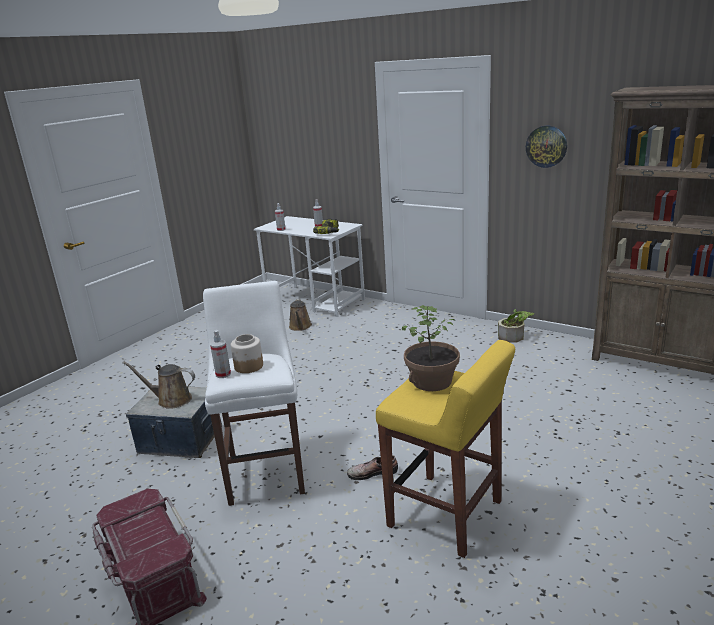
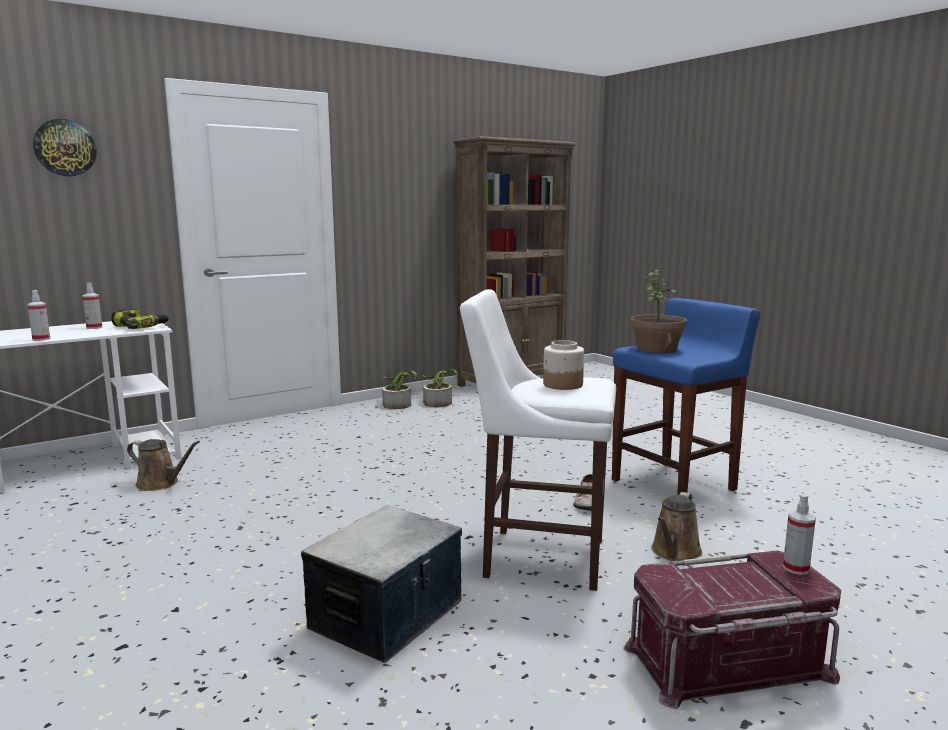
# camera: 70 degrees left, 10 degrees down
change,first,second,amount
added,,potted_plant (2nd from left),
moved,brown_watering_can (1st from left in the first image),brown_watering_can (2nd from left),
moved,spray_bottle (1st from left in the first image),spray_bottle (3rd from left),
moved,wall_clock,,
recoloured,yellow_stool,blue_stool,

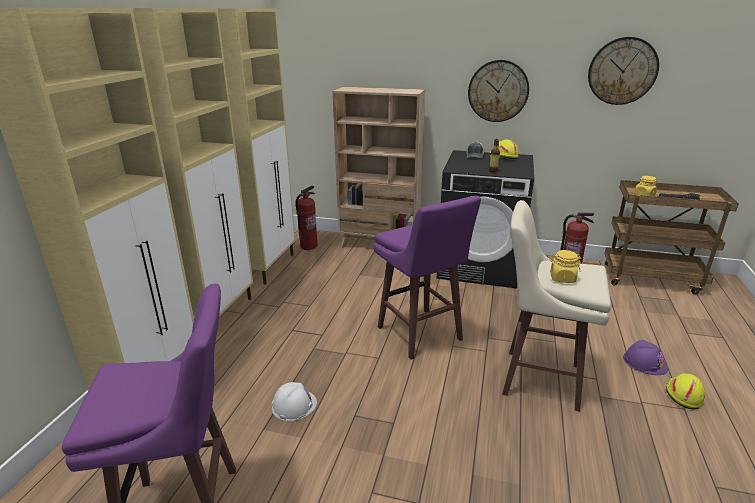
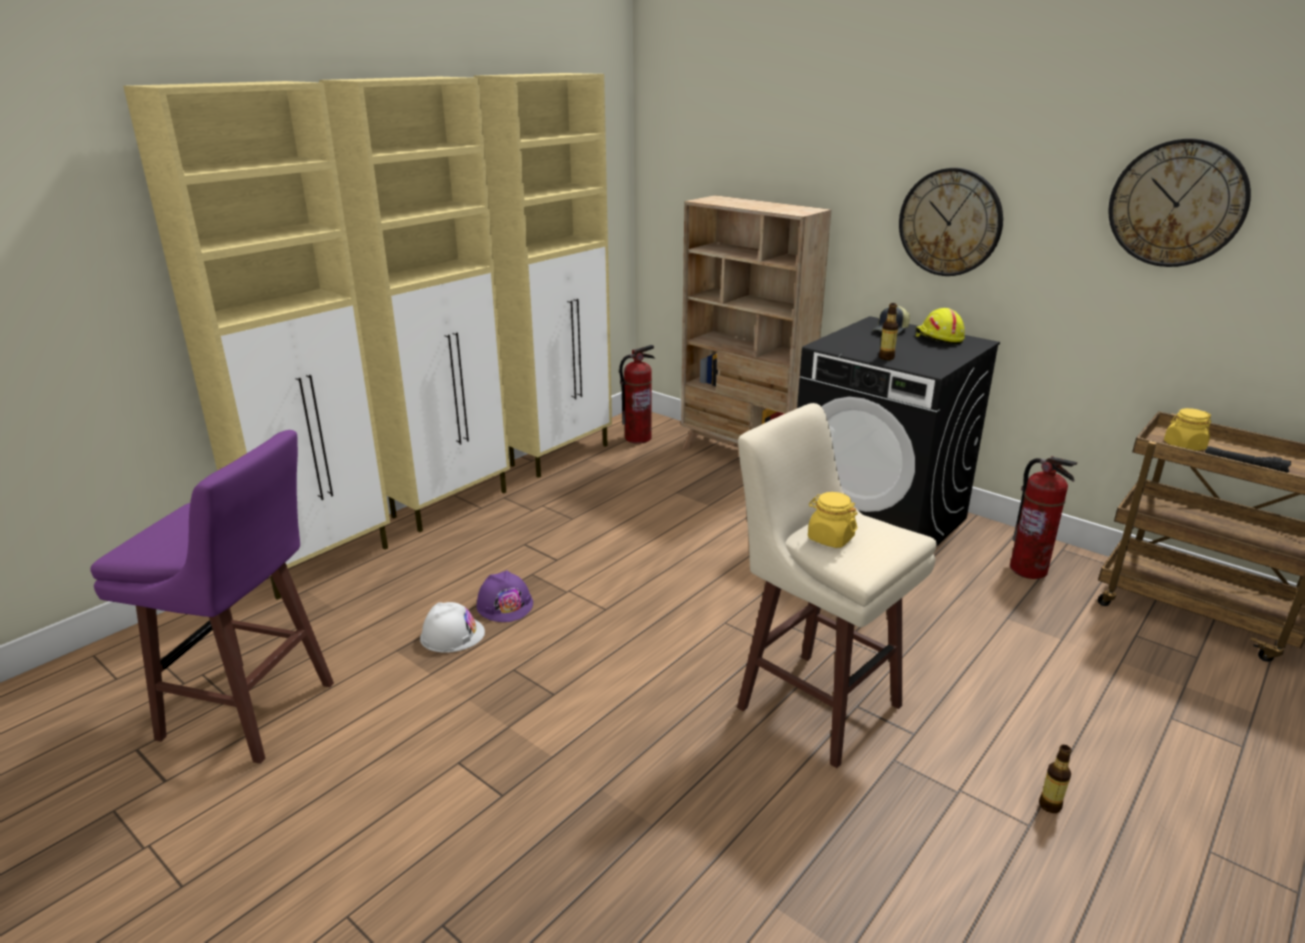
# camera: 25 degrees right, 0 degrees up
change,first,second,amount
removed,purple_stool (2nd from left),,
moved,purple_hard_hat,,
replaced,yellow_hard_hat (2nd from left),bottle (2nd from left),

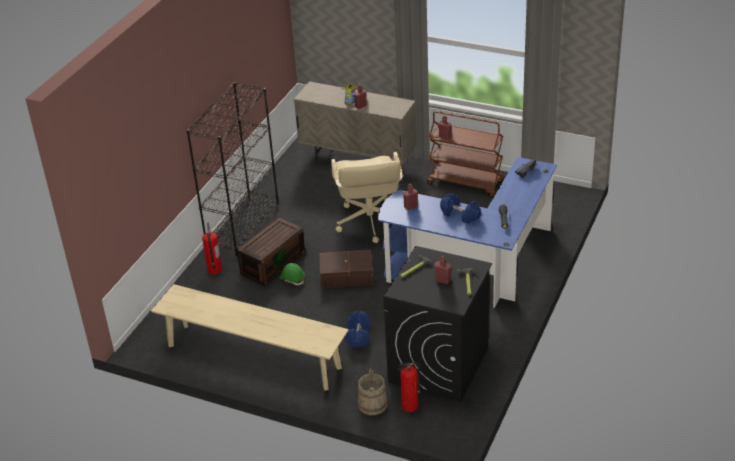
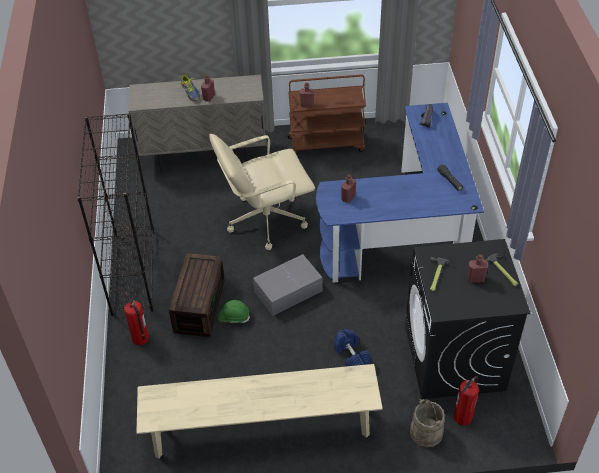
# camera: 30 degrees left, 10 degrees up
change,first,second,amount
removed,blue_dumbbell (2nd from left),,
recoloured,brown_storage_box (2nd from left),grey_storage_box,
turned,beige_office_chair,,105 degrees clockwise

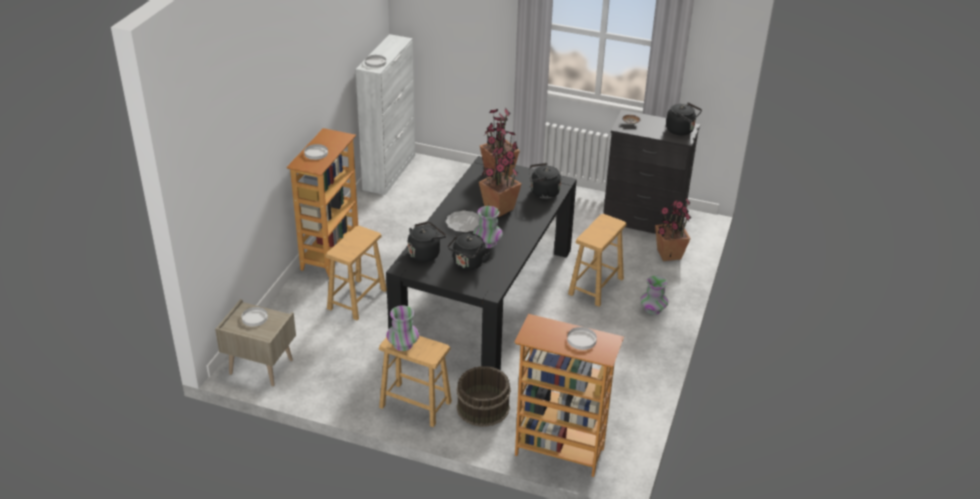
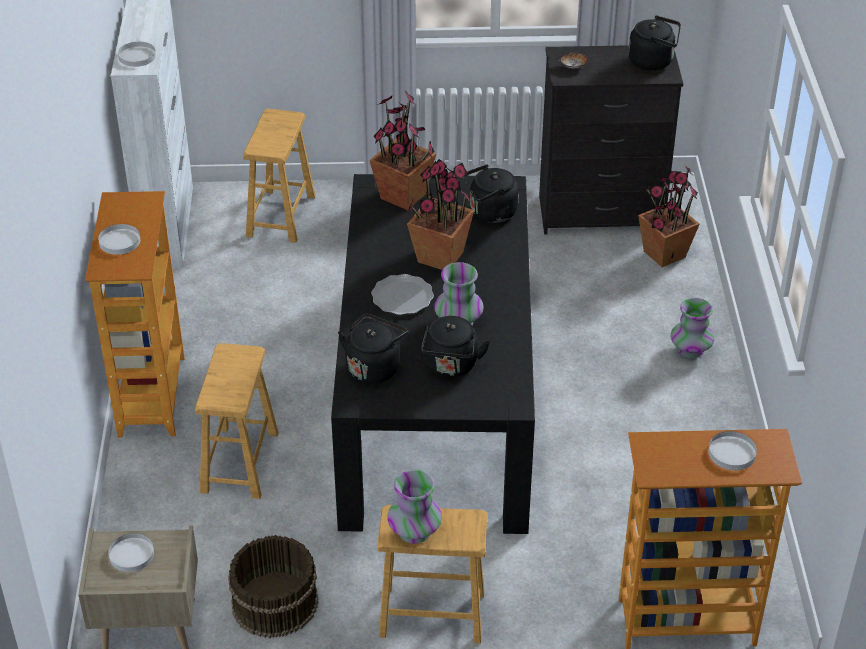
# camera: 20 degrees left, 5 degrees up
change,first,second,amount
moved,brown_bucket,,
moved,brown_stool (3rd from left in the first image),brown_stool (2nd from left),

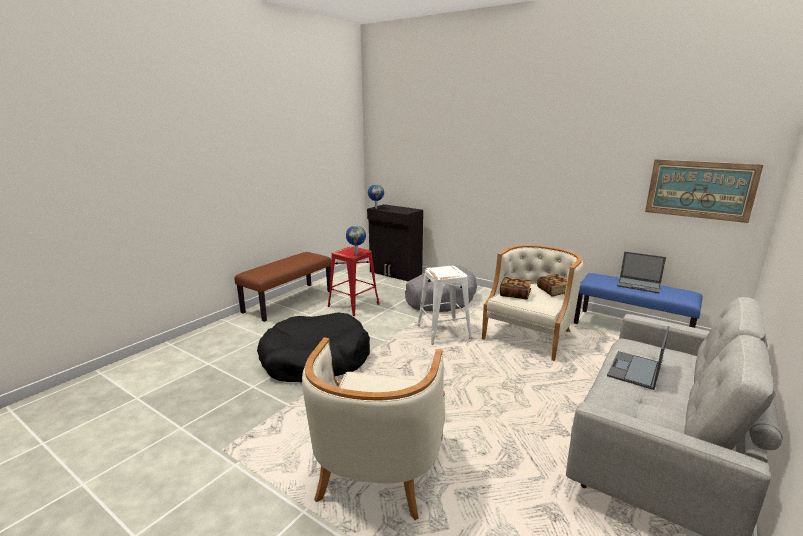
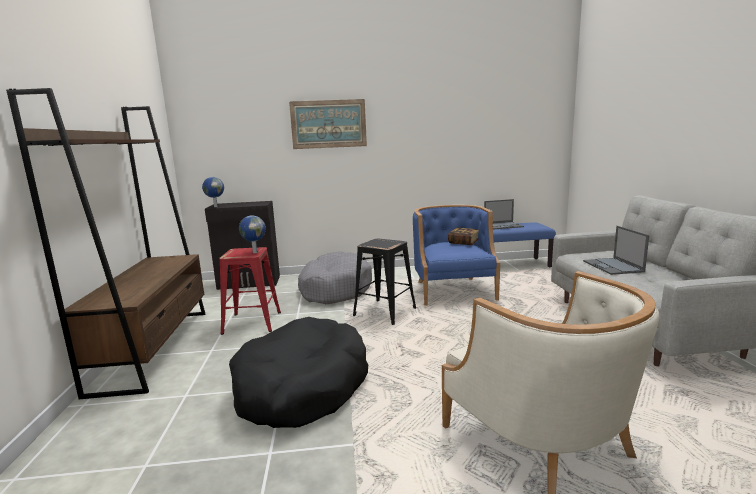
# camera: 40 degrees left, 5 degrees down
change,first,second,amount
removed,book (1st from left),,
moved,picture,,
replaced,brown_bench,brown_bookcase,
recoloured,white_stool,black_stool,
recoloured,beige_armchair (2nd from left),blue_armchair,

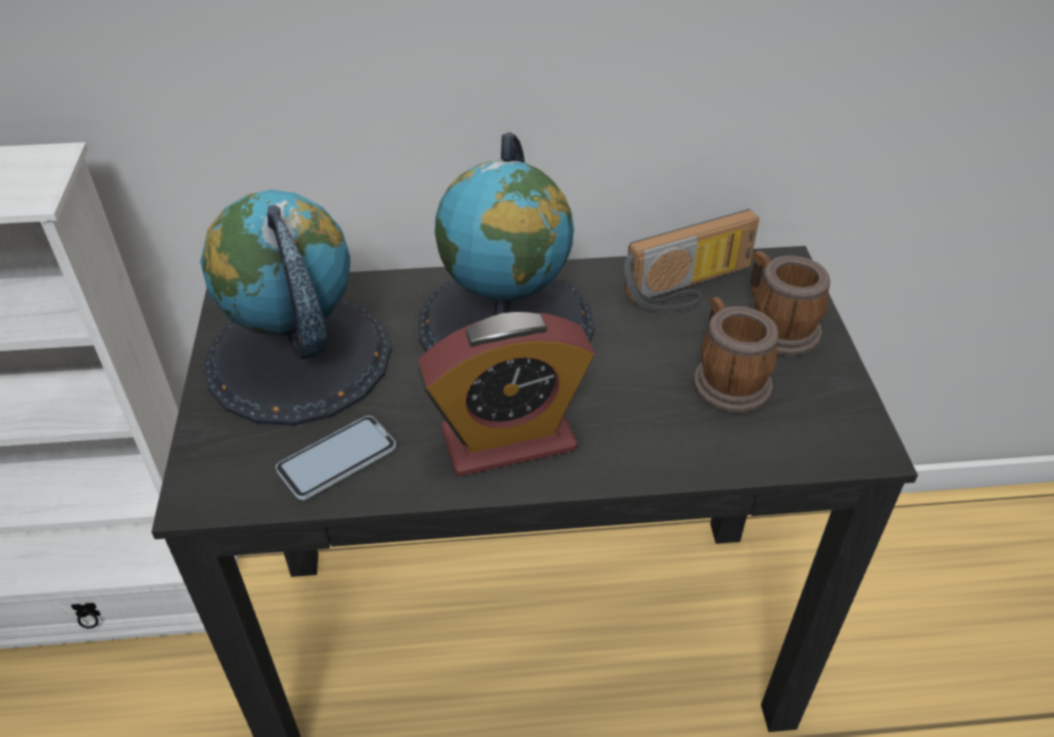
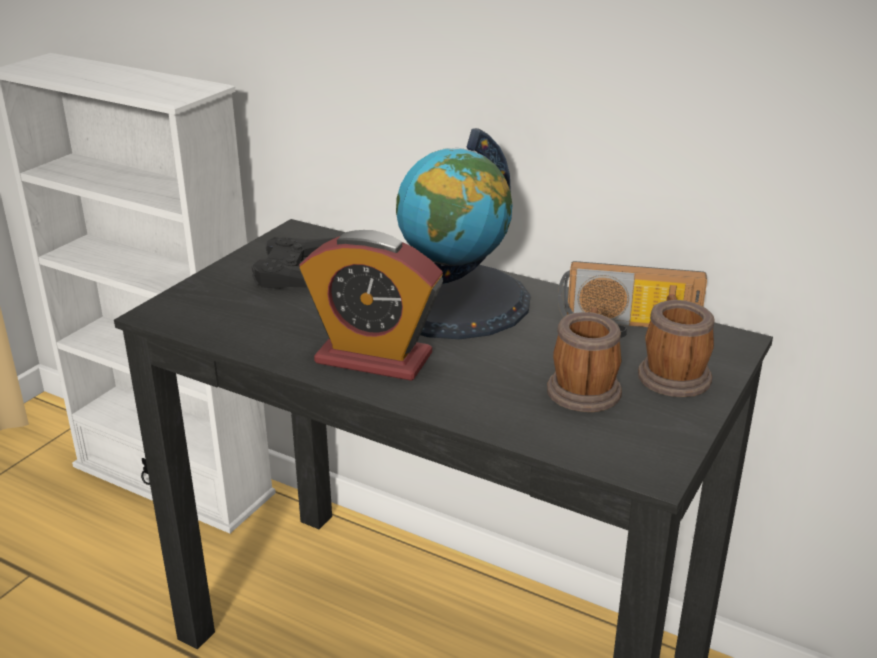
# camera: 35 degrees right, 15 degrees down
change,first,second,amount
removed,phone,,
replaced,globe (1st from left),black_game_controller,

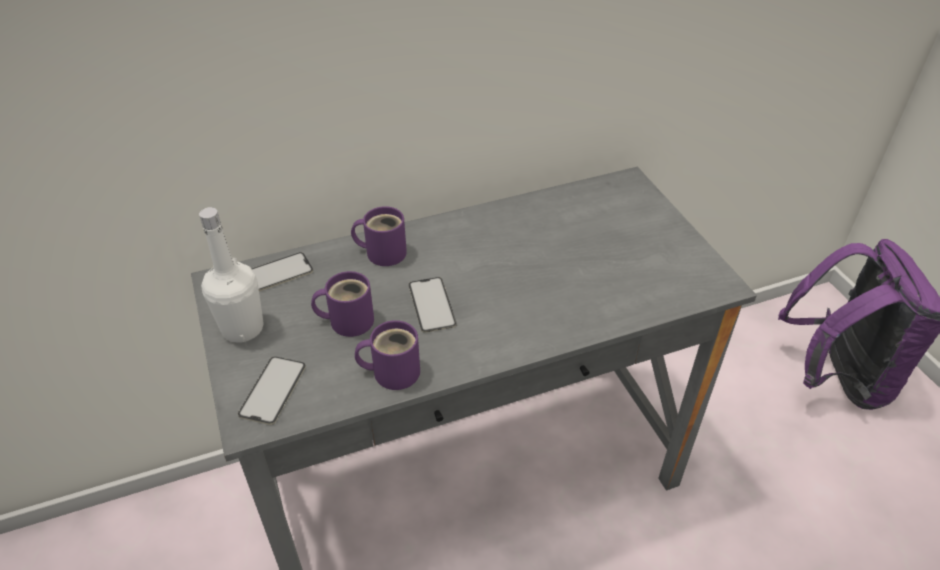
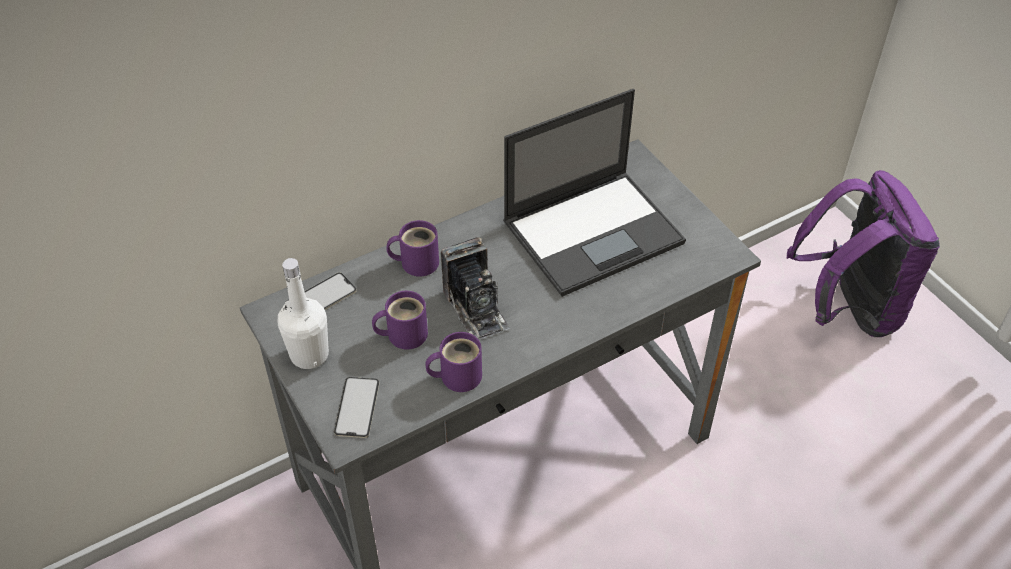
# camera: 10 degrees left, 5 degrees up
change,first,second,amount
added,,laptop,
replaced,phone (3rd from left),photo_camera,

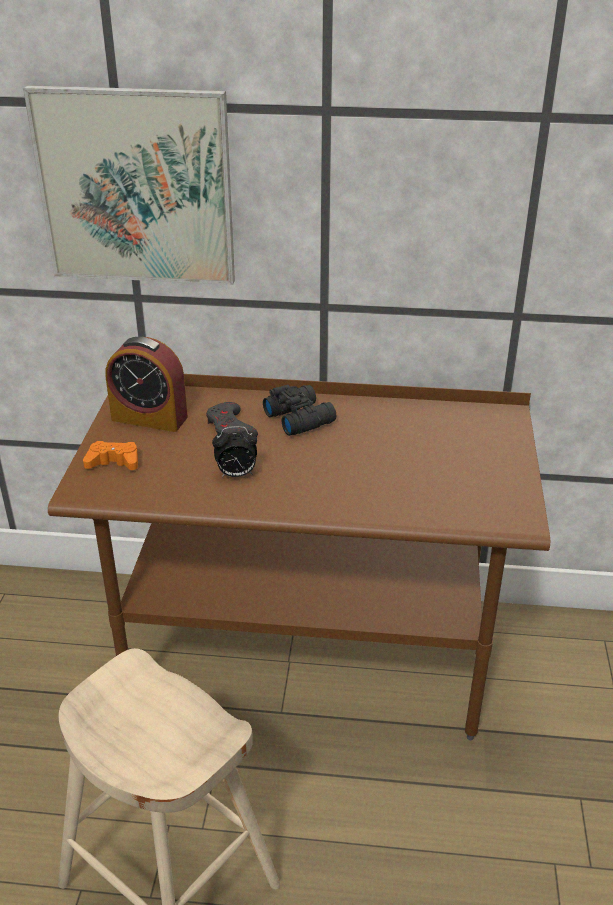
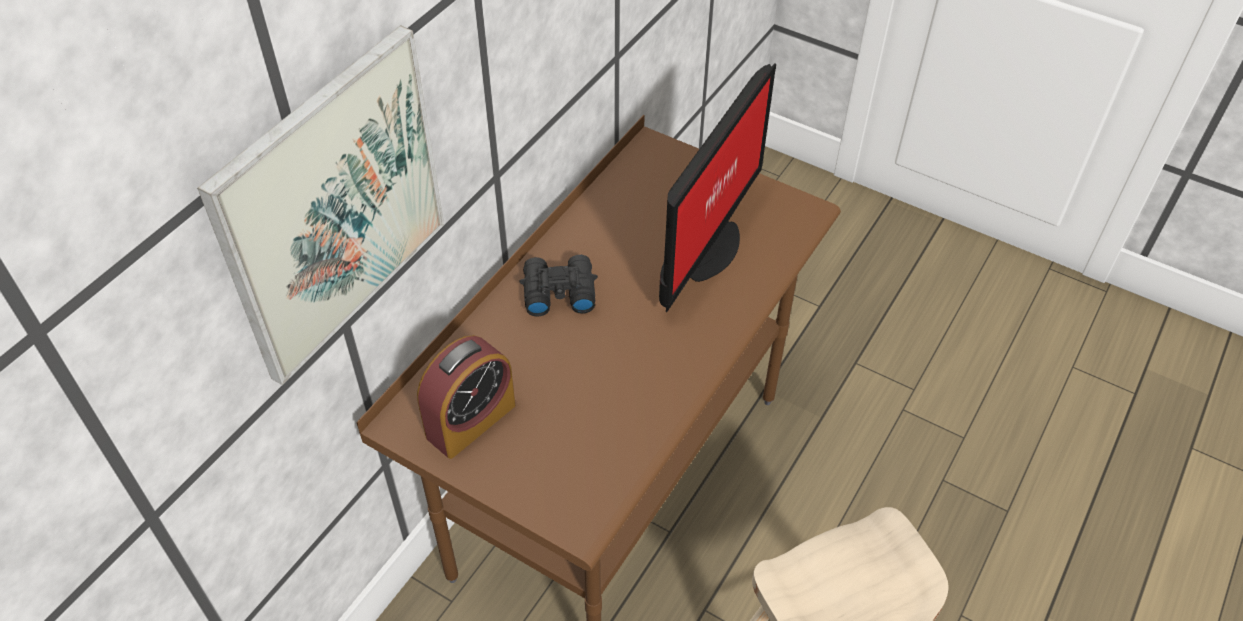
# camera: 65 degrees left, 15 degrees up
change,first,second,amount
removed,orange_game_controller,,
removed,grey_game_controller,,
removed,alarm_clock (2nd from left),,
added,,monitor,

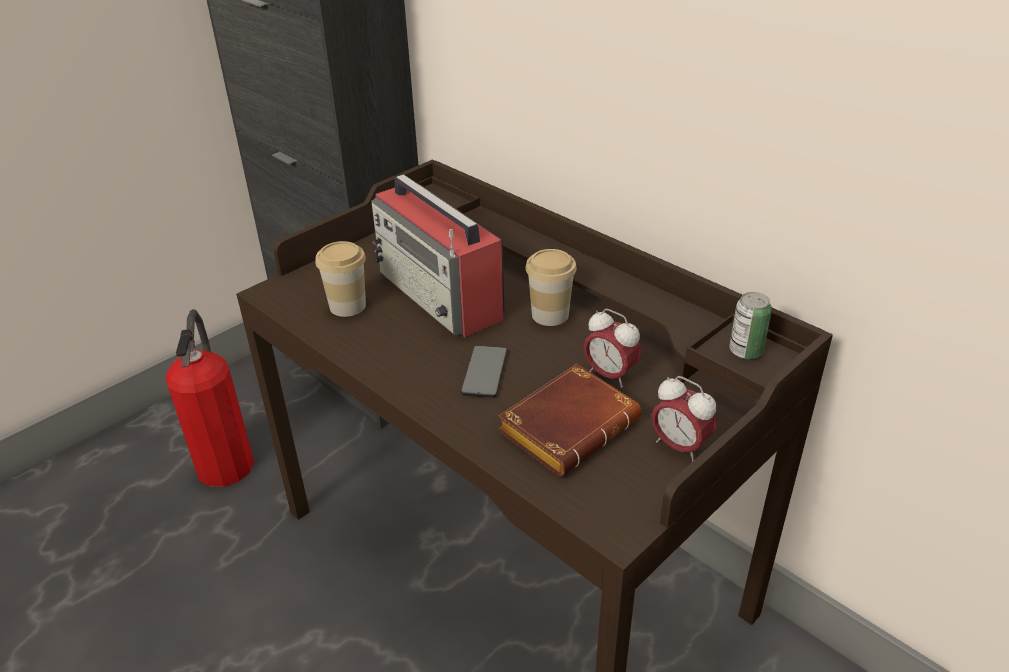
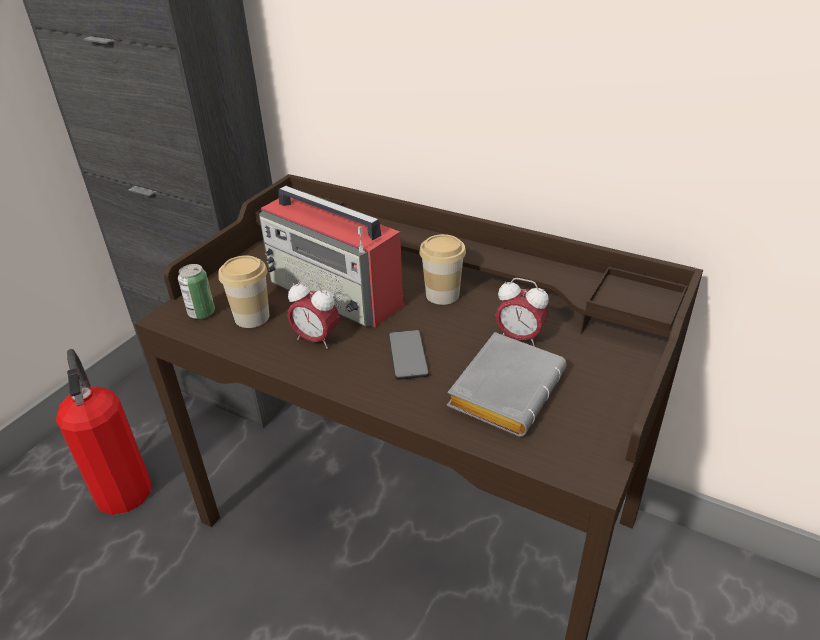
# camera: 15 degrees left, 0 degrees up
change,first,second,amount
moved,alarm_clock (2nd from left in the first image),alarm_clock (1st from left),
moved,can,,
recoloured,brown_book,grey_book,

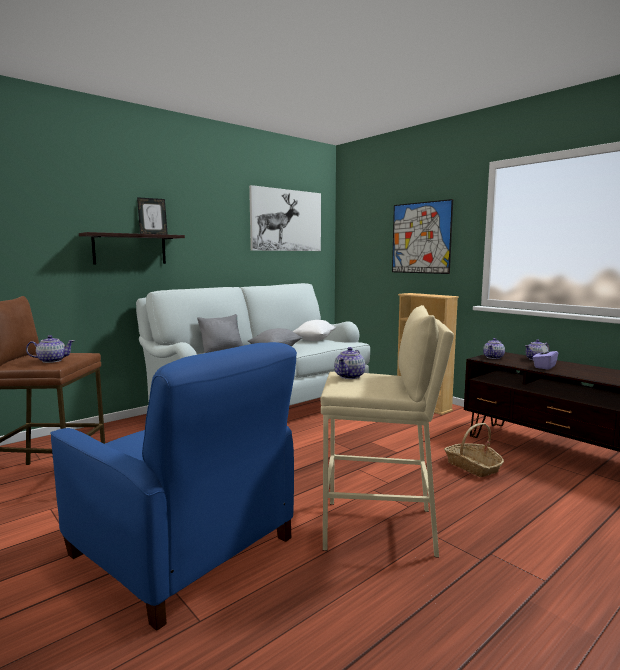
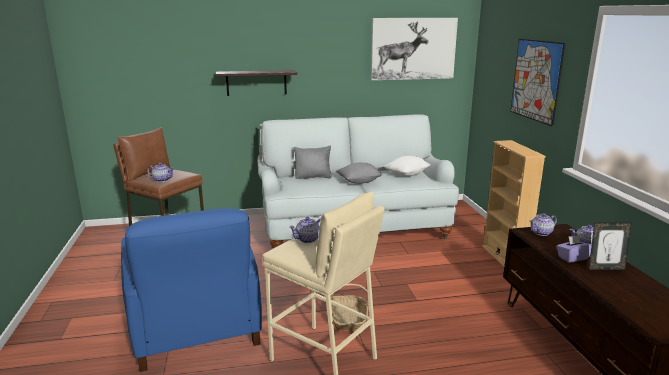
# camera: 30 degrees right, 10 degrees up
change,first,second,amount
moved,picture_frame,,
moved,basket,,

